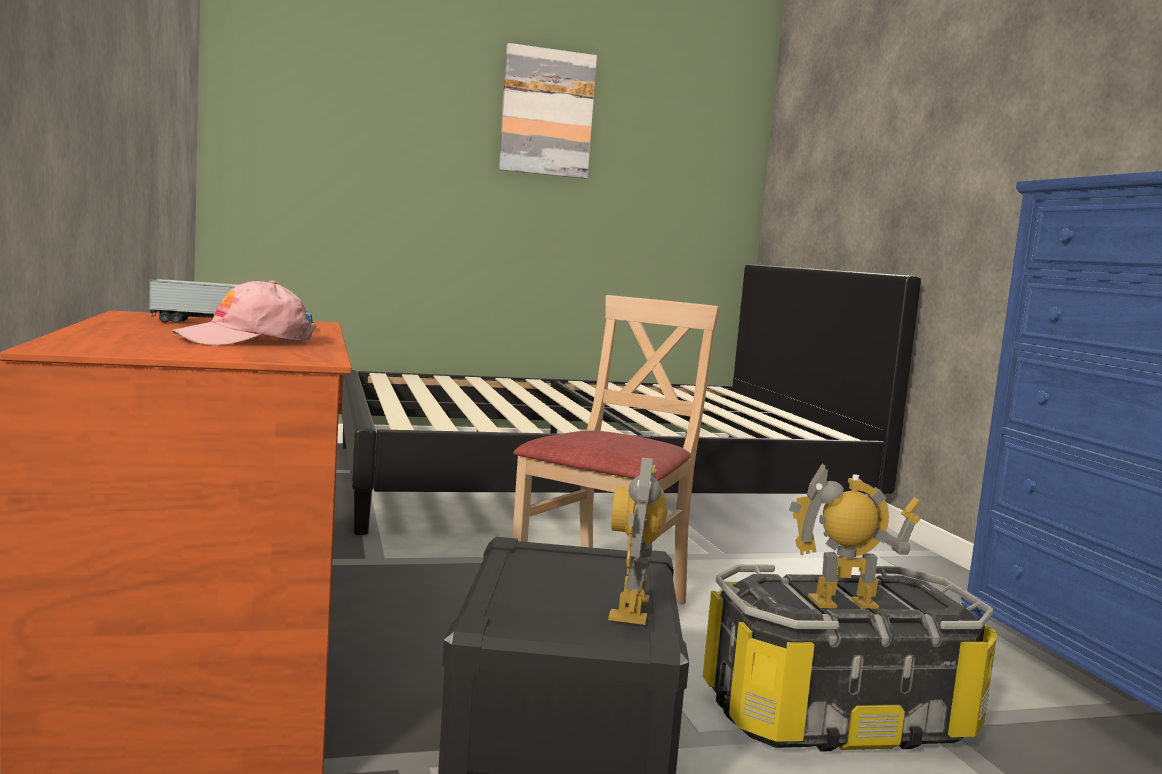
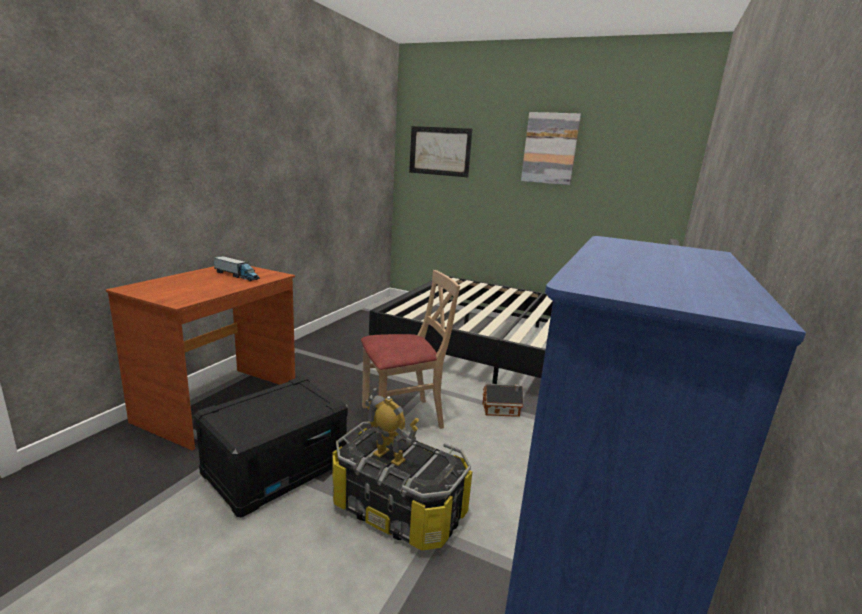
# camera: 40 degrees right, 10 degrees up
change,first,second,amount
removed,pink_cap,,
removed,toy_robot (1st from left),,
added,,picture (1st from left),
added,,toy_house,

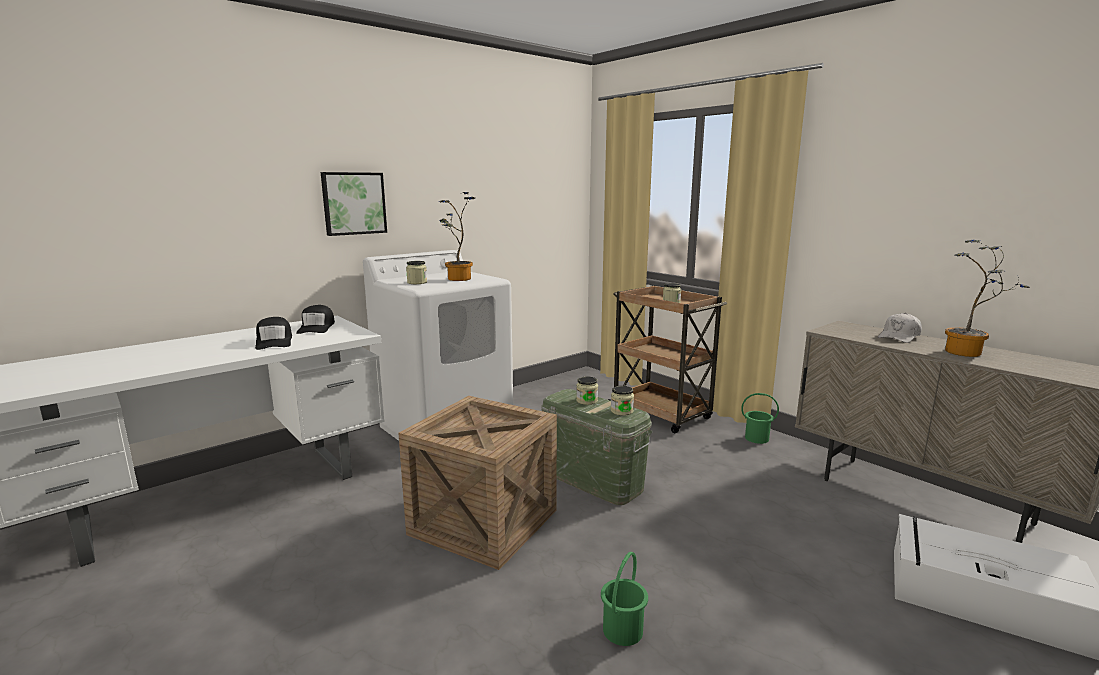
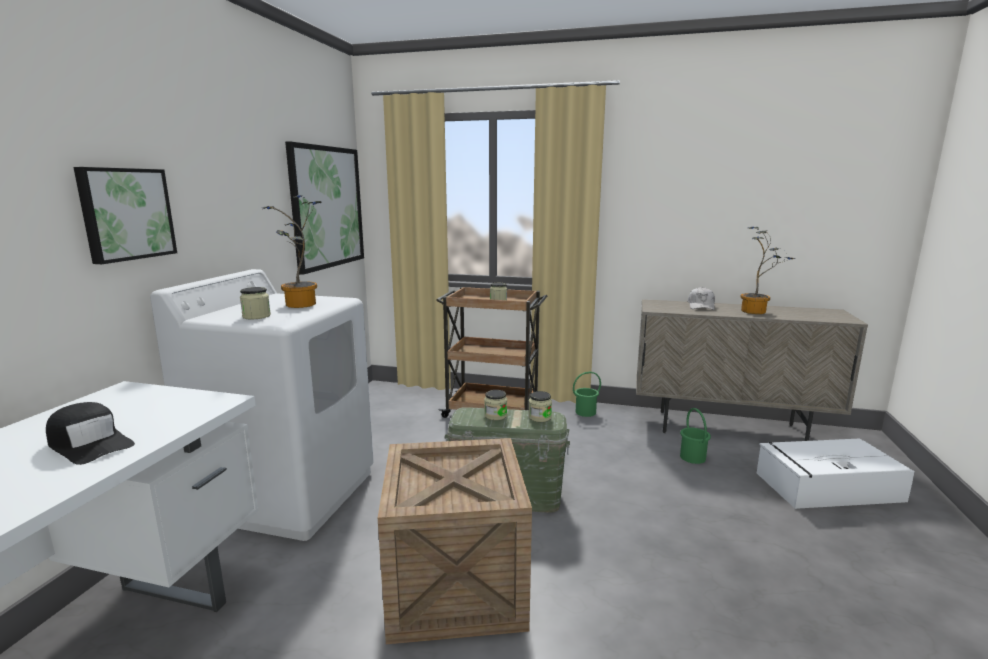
# camera: 35 degrees left, 0 degrees up
change,first,second,amount
removed,black_cap (2nd from left),,
added,,picture (2nd from left),
moved,green_bucket (1st from left in the first image),green_bucket (2nd from left),

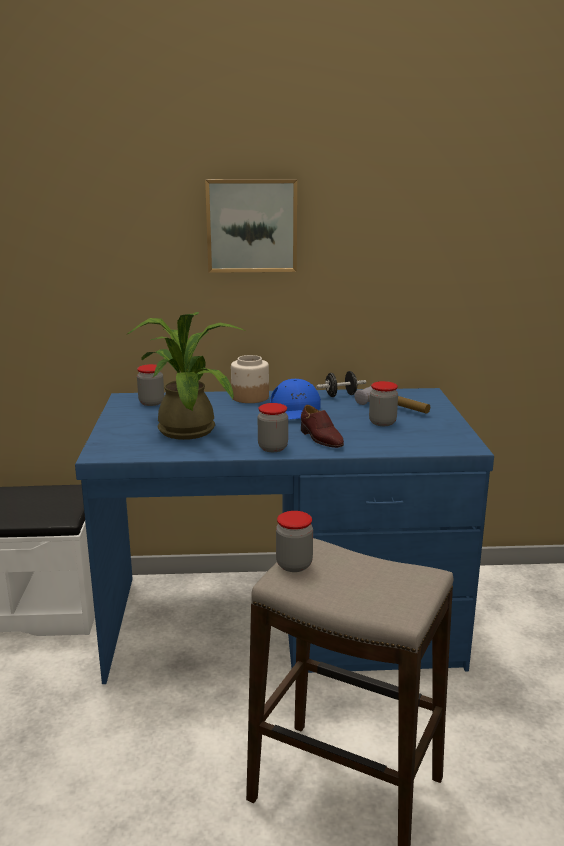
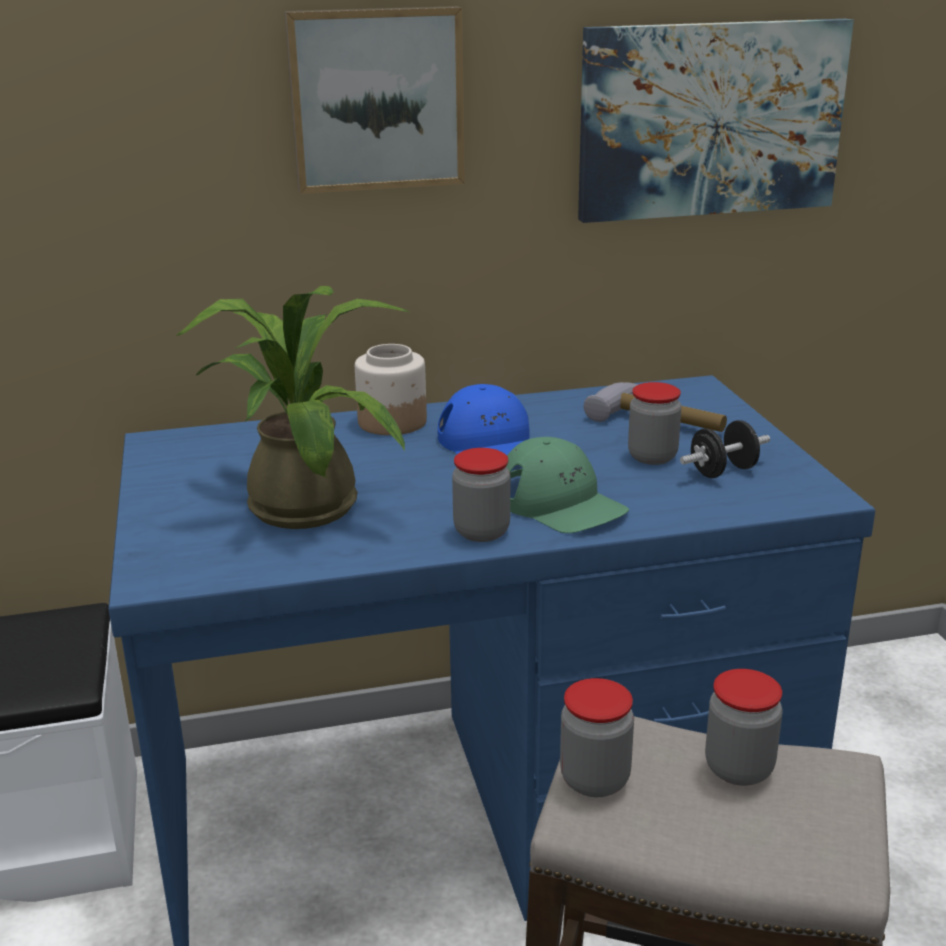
# camera: 10 degrees left, 5 degrees up
change,first,second,amount
added,,picture (2nd from left),
moved,jar (1st from left in the first image),jar (5th from left),
moved,black_dumbbell,,
replaced,brown_shoe,green_cap,

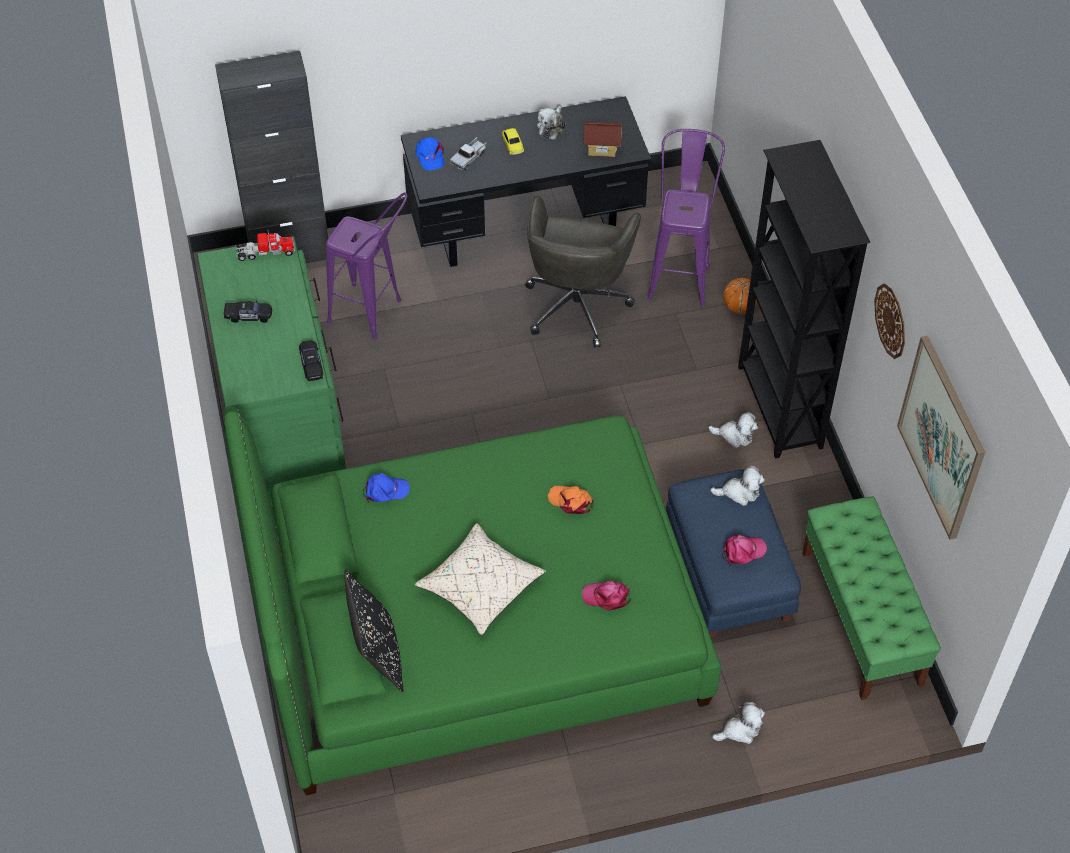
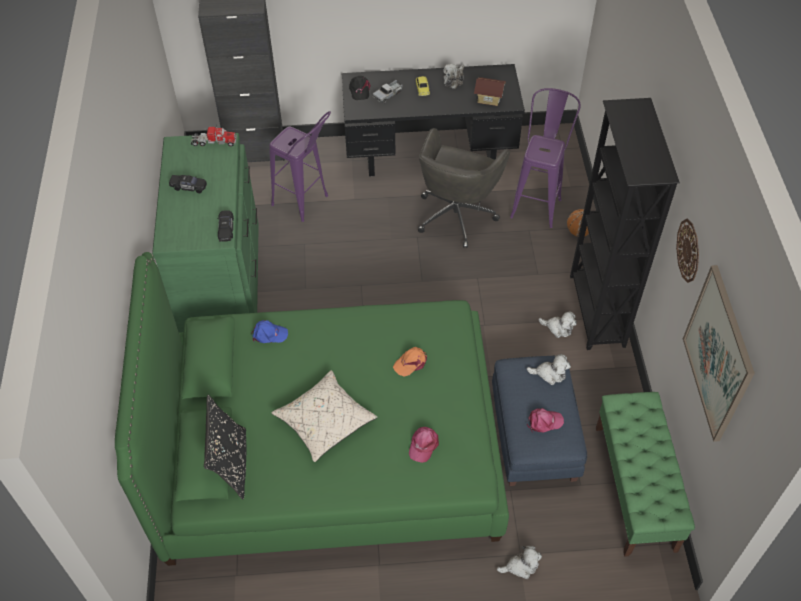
# camera: 10 degrees right, 0 degrees up
change,first,second,amount
recoloured,blue_cap (2nd from left),black_cap,
turned,orange_cap,,75 degrees counterclockwise
turned,pink_cap (1st from left),,90 degrees counterclockwise

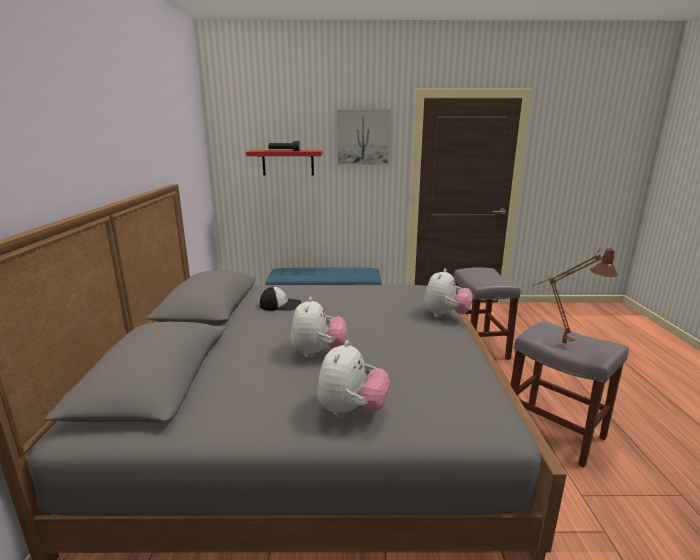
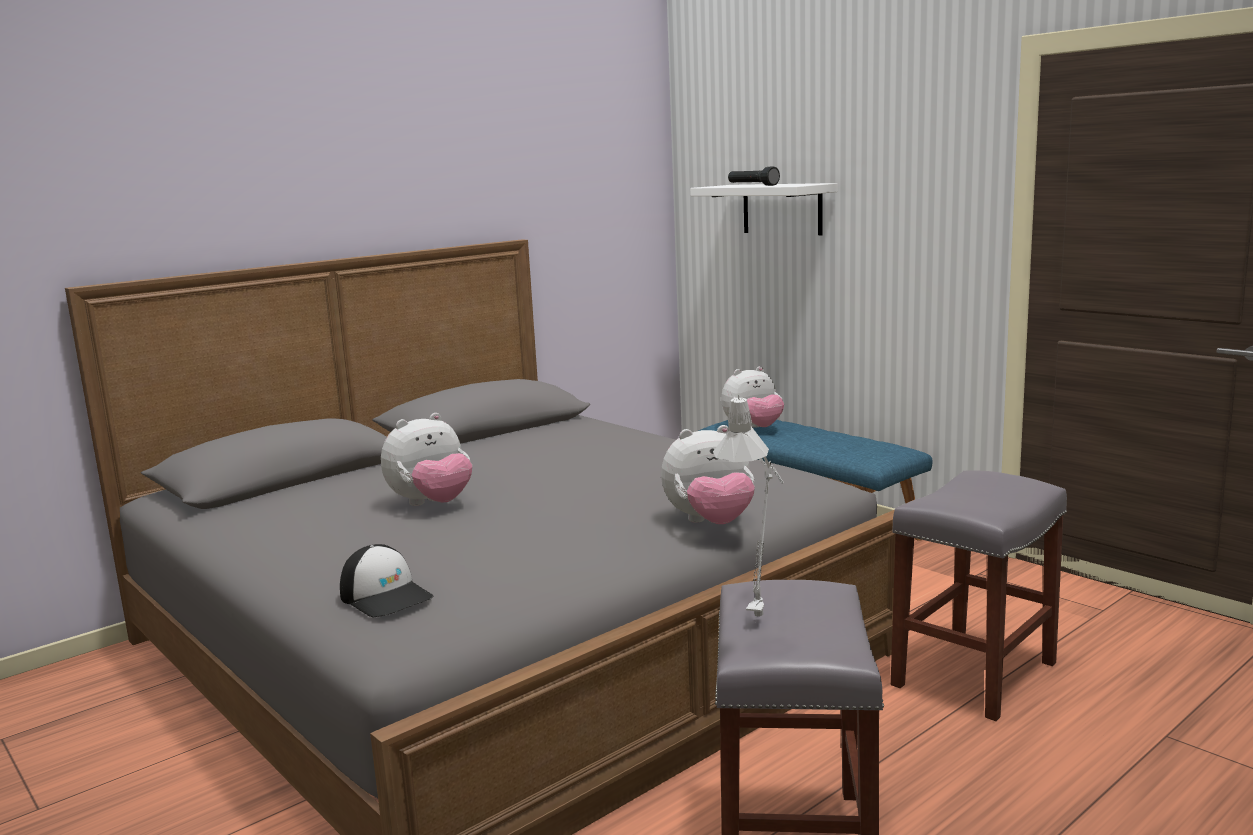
# camera: 50 degrees right, 5 degrees down
change,first,second,amount
removed,picture,,
moved,cap,,
moved,plush_toy (2nd from left in the first image),plush_toy (3rd from left),
recoloured,red_shelf,white_shelf,
recoloured,brown_table_lamp,grey_table_lamp,

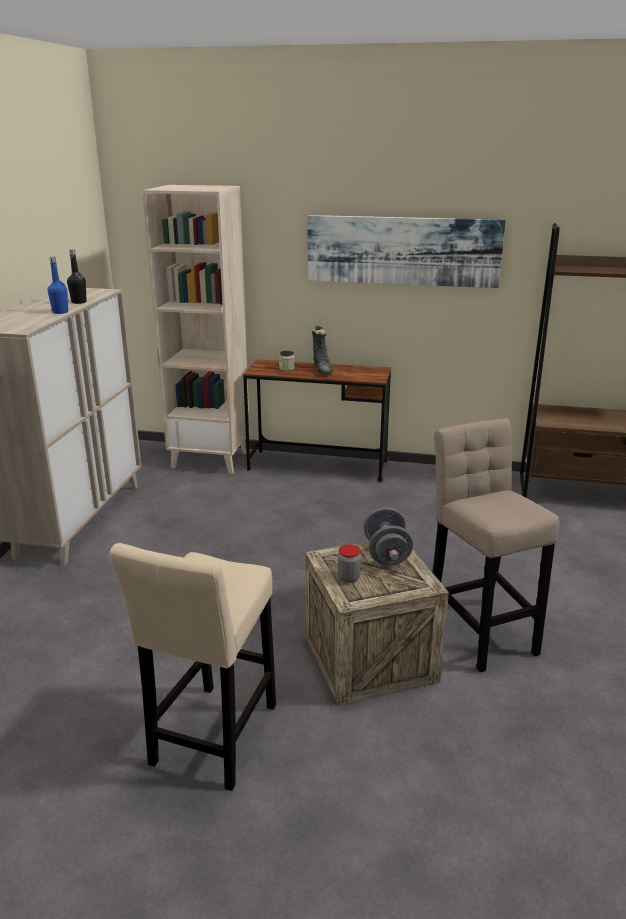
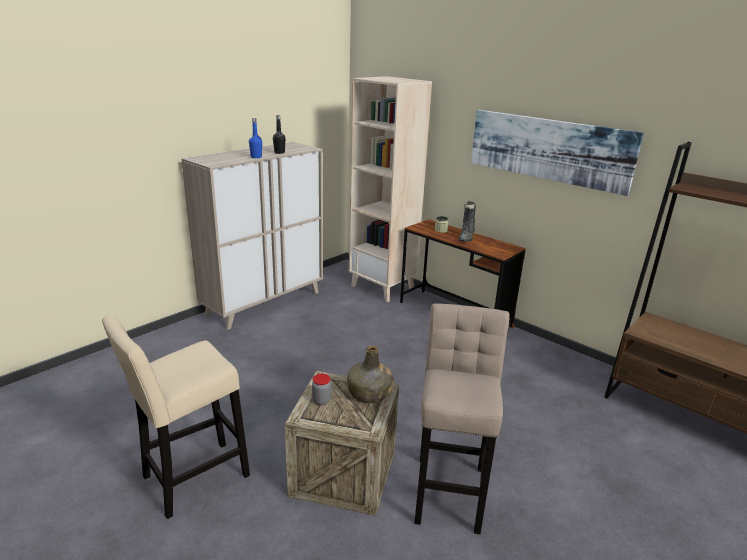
# camera: 30 degrees right, 0 degrees up
change,first,second,amount
replaced,grey_dumbbell,green_bottle,

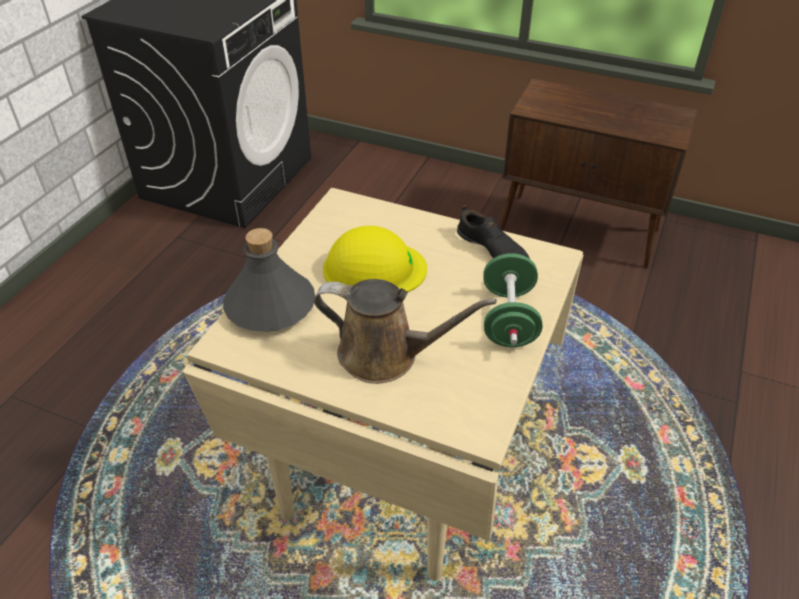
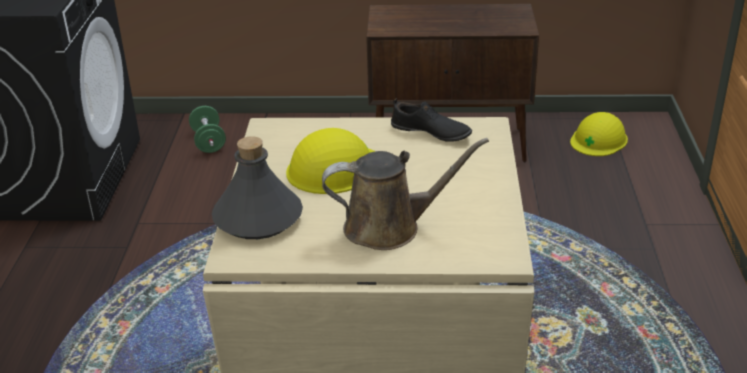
# camera: 20 degrees left, 10 degrees down
change,first,second,amount
added,,yellow_hard_hat (2nd from left),
moved,green_dumbbell,,

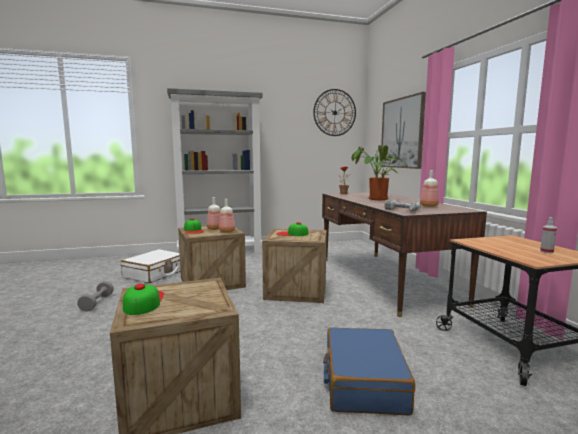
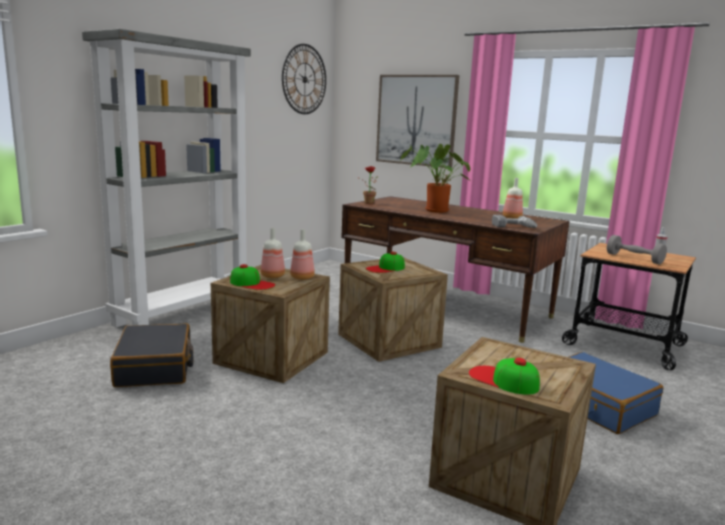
# camera: 40 degrees left, 5 degrees up
change,first,second,amount
moved,grey_dumbbell,,
recoloured,white_suitcase,black_suitcase,

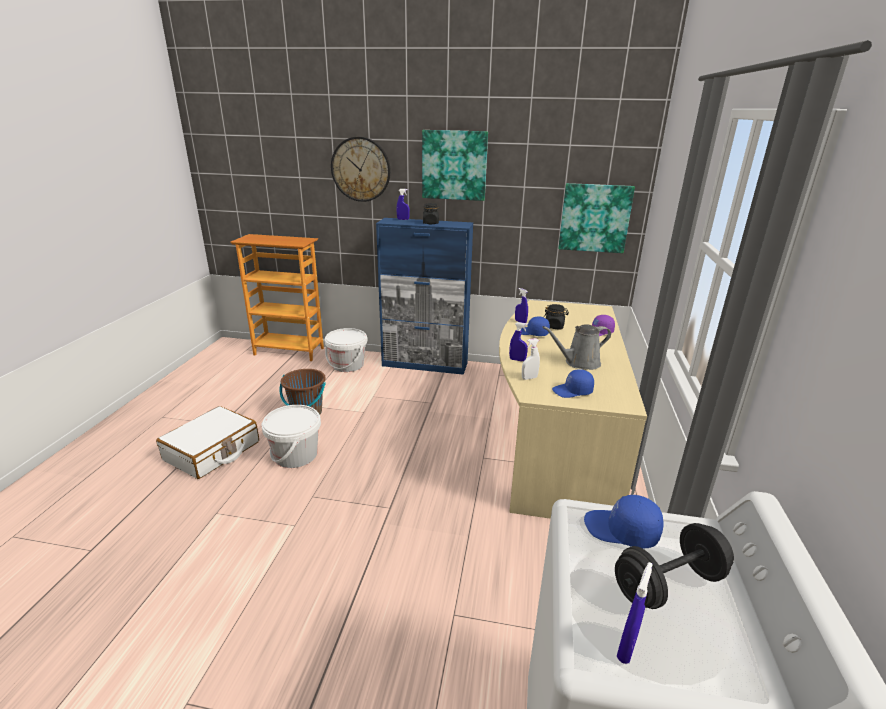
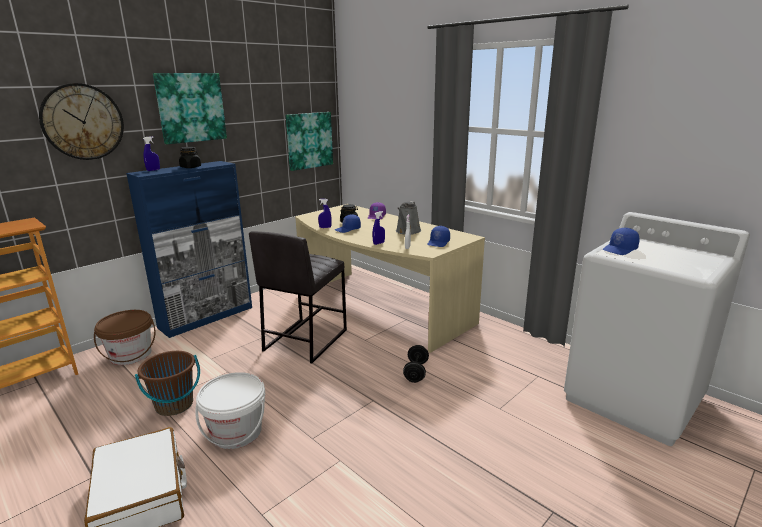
# camera: 55 degrees left, 5 degrees down
change,first,second,amount
removed,blue_spray_bottle (4th from left),,
added,,grey_stool,
moved,black_dumbbell,,
recoloured,white_bucket (2nd from left),brown_bucket (1st from left),

